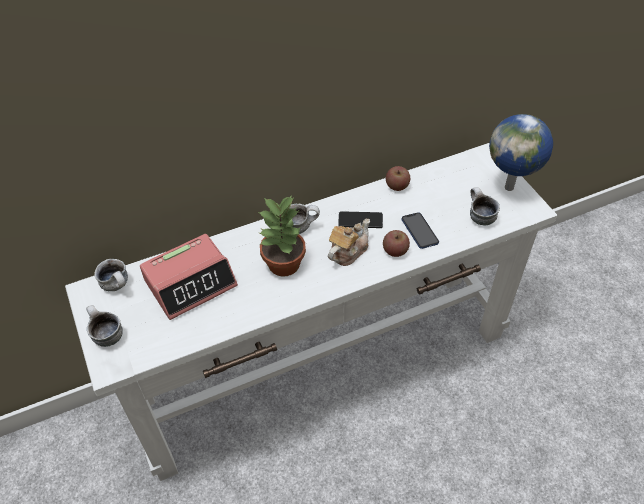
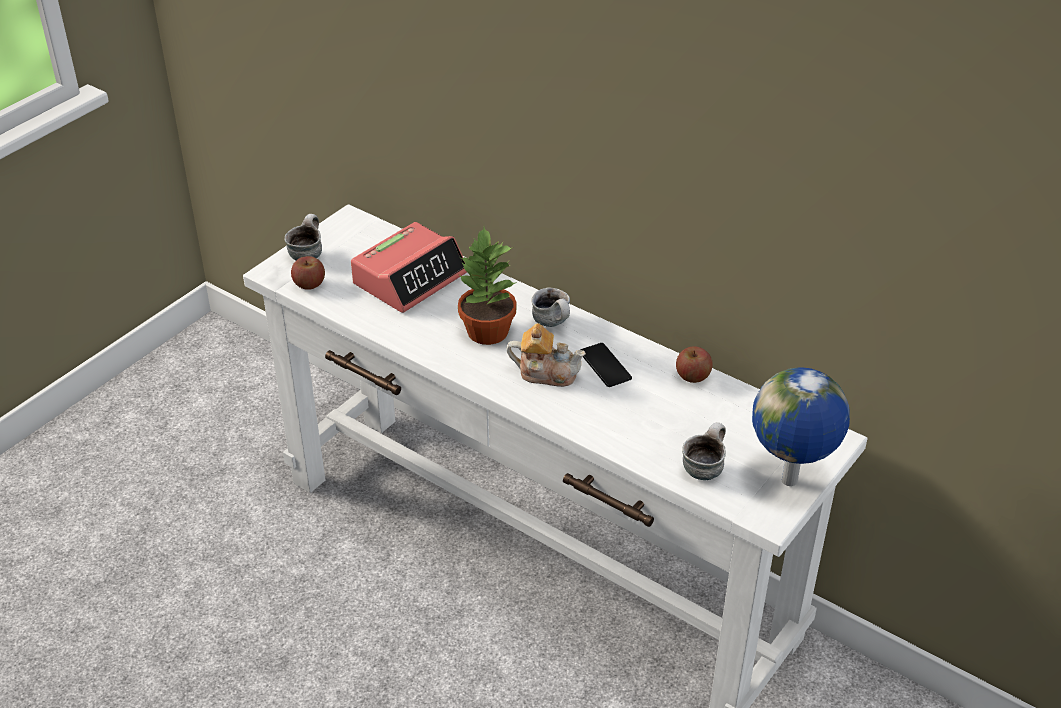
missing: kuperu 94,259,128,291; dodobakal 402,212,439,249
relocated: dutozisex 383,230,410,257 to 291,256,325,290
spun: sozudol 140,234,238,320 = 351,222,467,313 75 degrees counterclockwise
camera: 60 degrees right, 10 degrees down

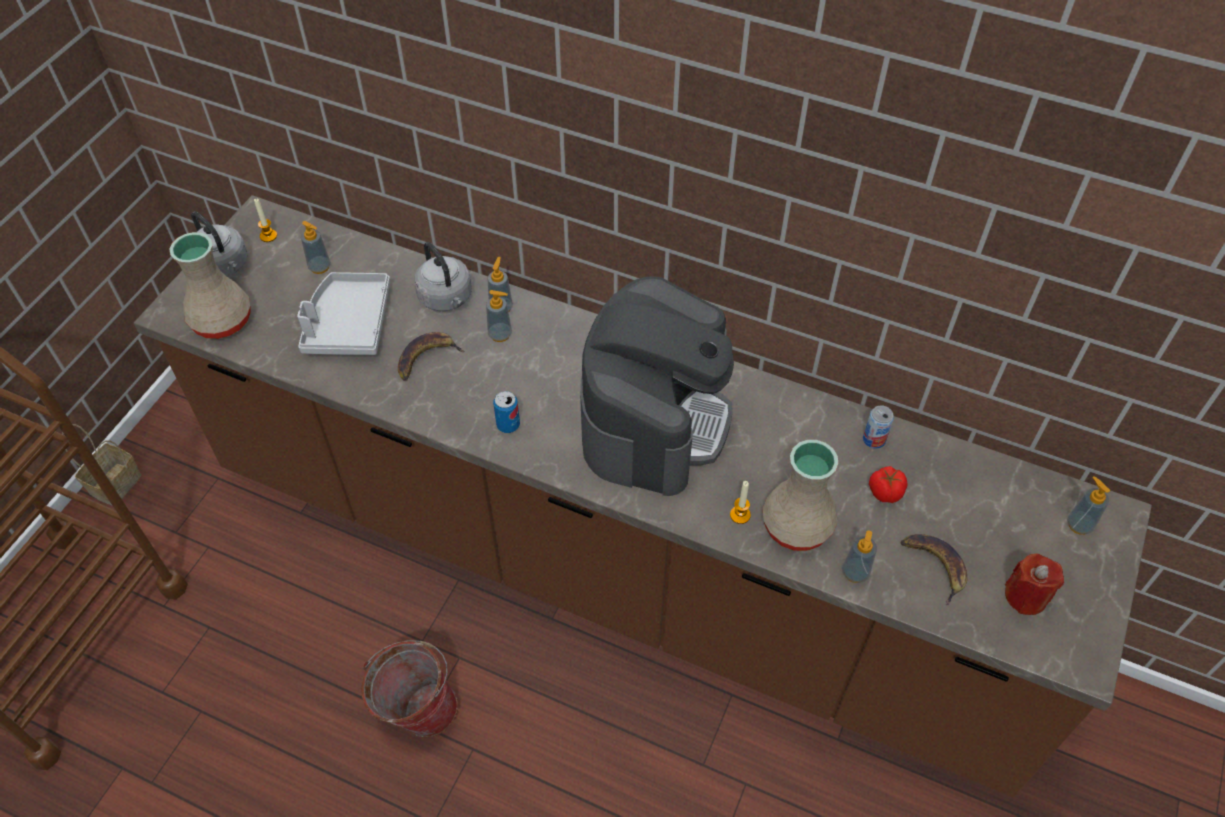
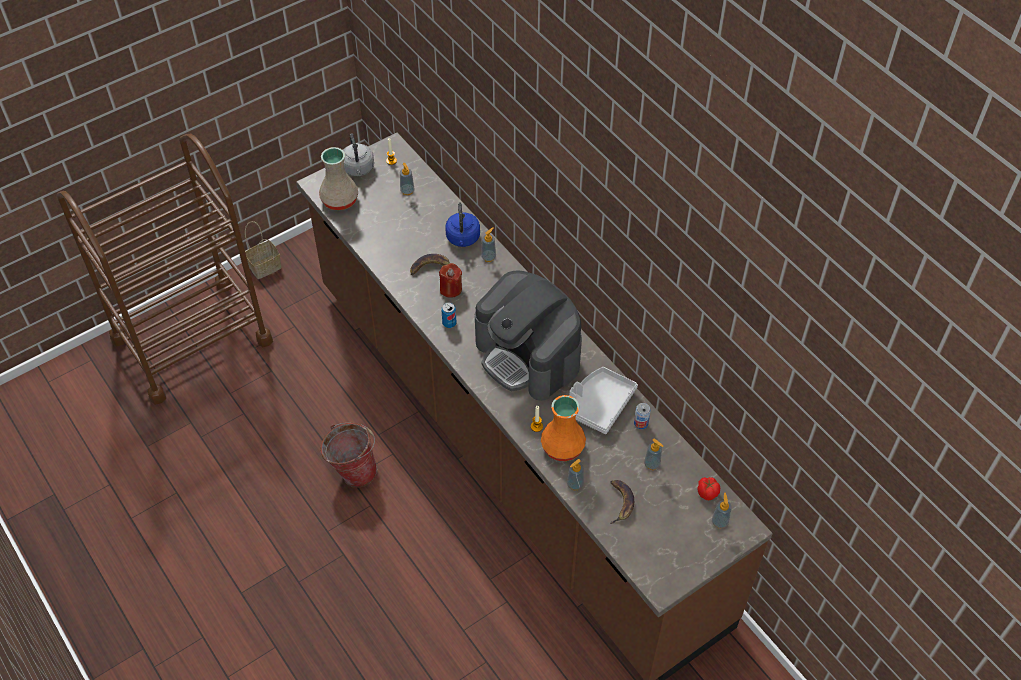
relocated: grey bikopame 297,272,390,355 to 569,367,638,434; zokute 486,290,512,342 to 644,439,663,470; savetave 869,466,908,503 to 697,477,720,500; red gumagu 1005,554,1064,615 to 439,263,462,298
colour: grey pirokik 414,242,472,312 to blue pirokik 445,203,480,247; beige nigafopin 763,440,839,551 to orange nigafopin 541,395,586,461
spun: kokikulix 580,276,734,496 = 475,270,582,401 90 degrees clockwise
camera: 30 degrees right, 0 degrees up

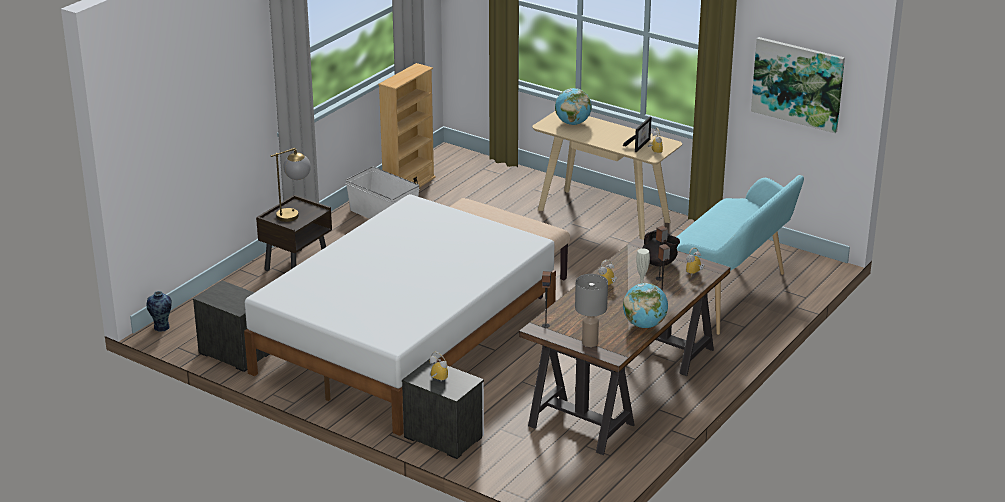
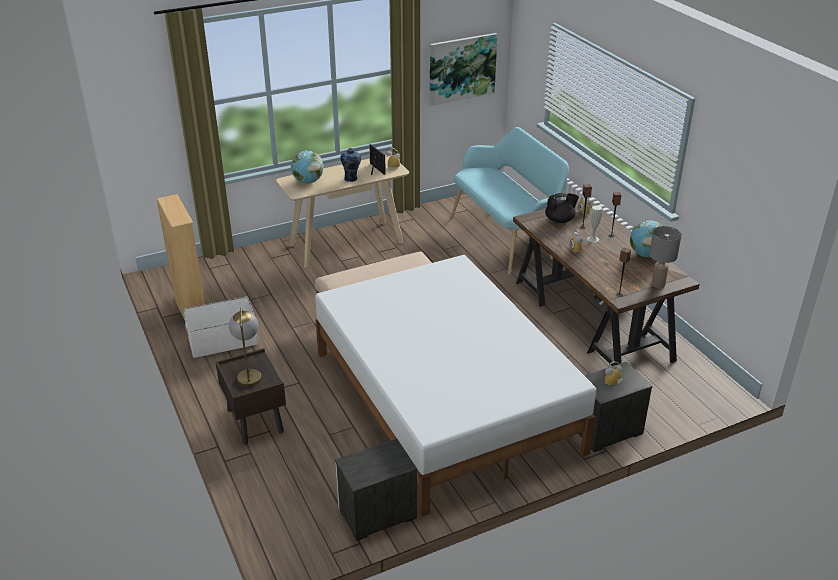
relocated: nigafopin 147,291,172,332 to 340,148,361,182
camera: 60 degrees left, 5 degrees up

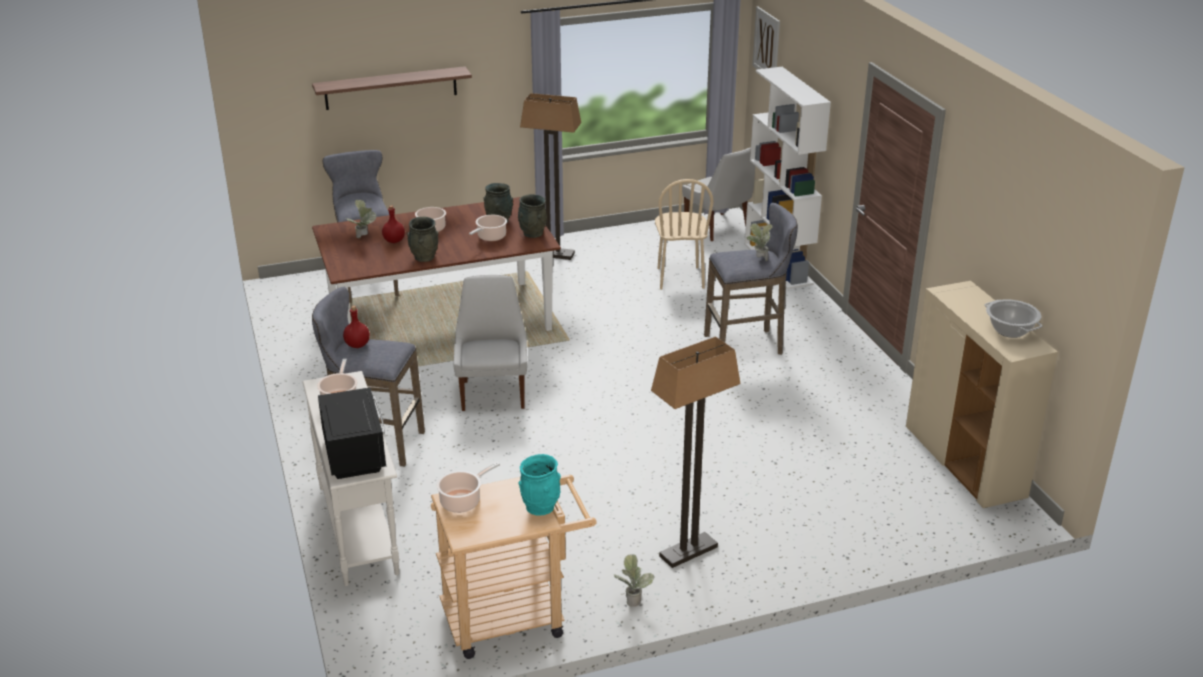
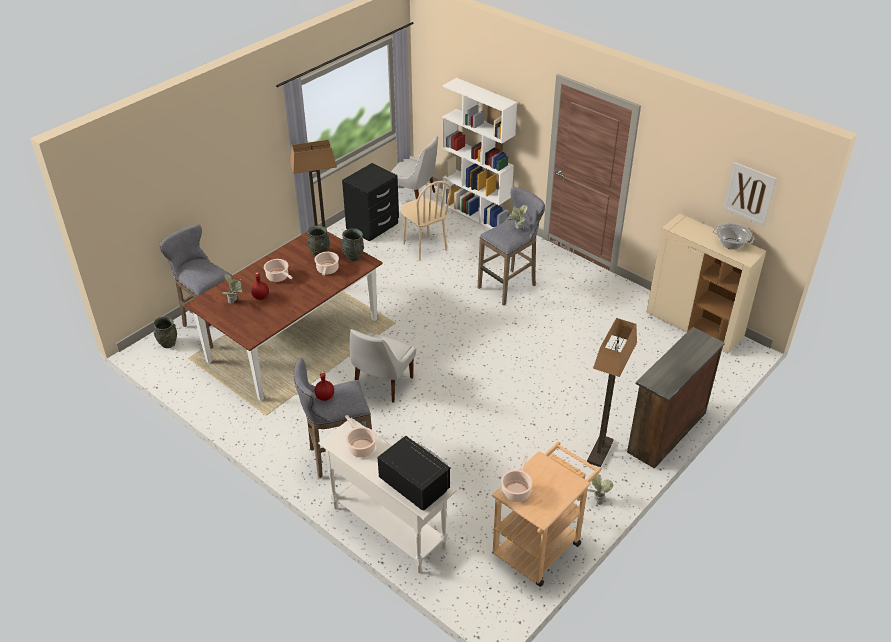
missing: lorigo 312,66,472,110; turquoise nigafopin 519,454,561,516
appeared: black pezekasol 342,163,399,242; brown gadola 627,327,725,469
relocated: grey nigafopin 407,217,439,262 to 153,316,177,348; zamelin 752,6,780,69 to 723,162,777,226
spun: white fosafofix 453,275,527,411 = 350,329,416,403 120 degrees counterclockwise
camera: 30 degrees left, 10 degrees up

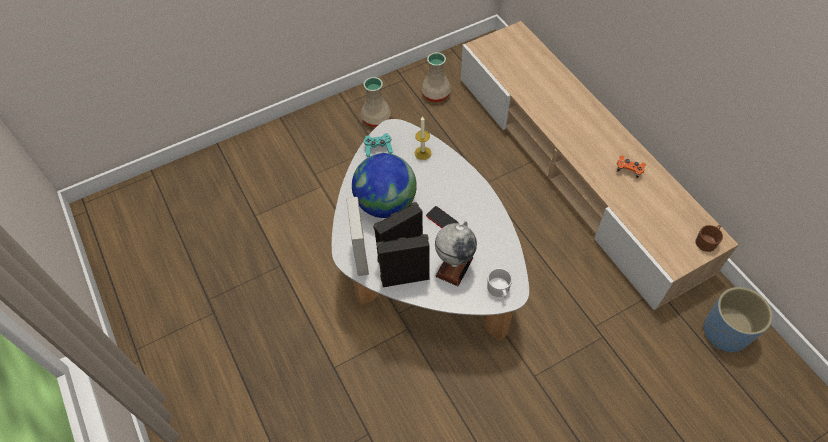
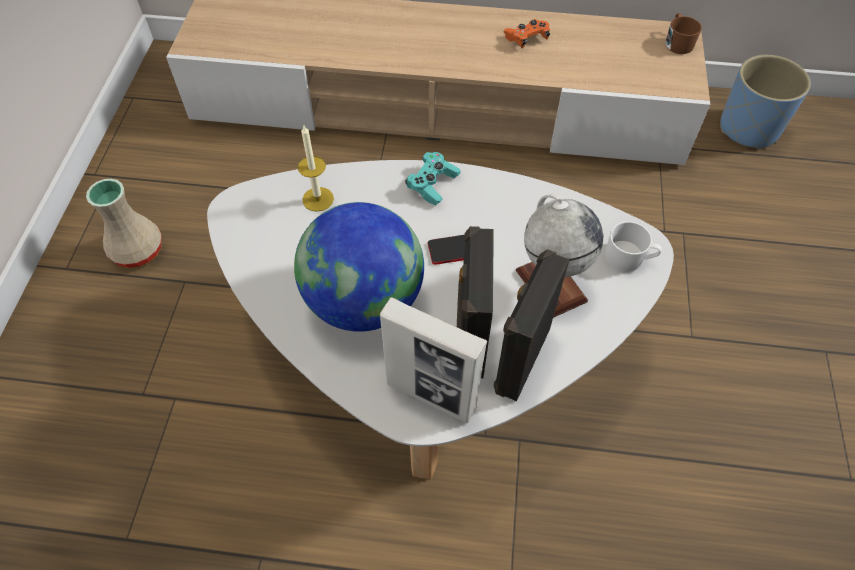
missing: beige nigafopin 421,52,451,102
relocated: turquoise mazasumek 364,133,393,157 to 405,152,460,205
camera: 55 degrees left, 0 degrees up

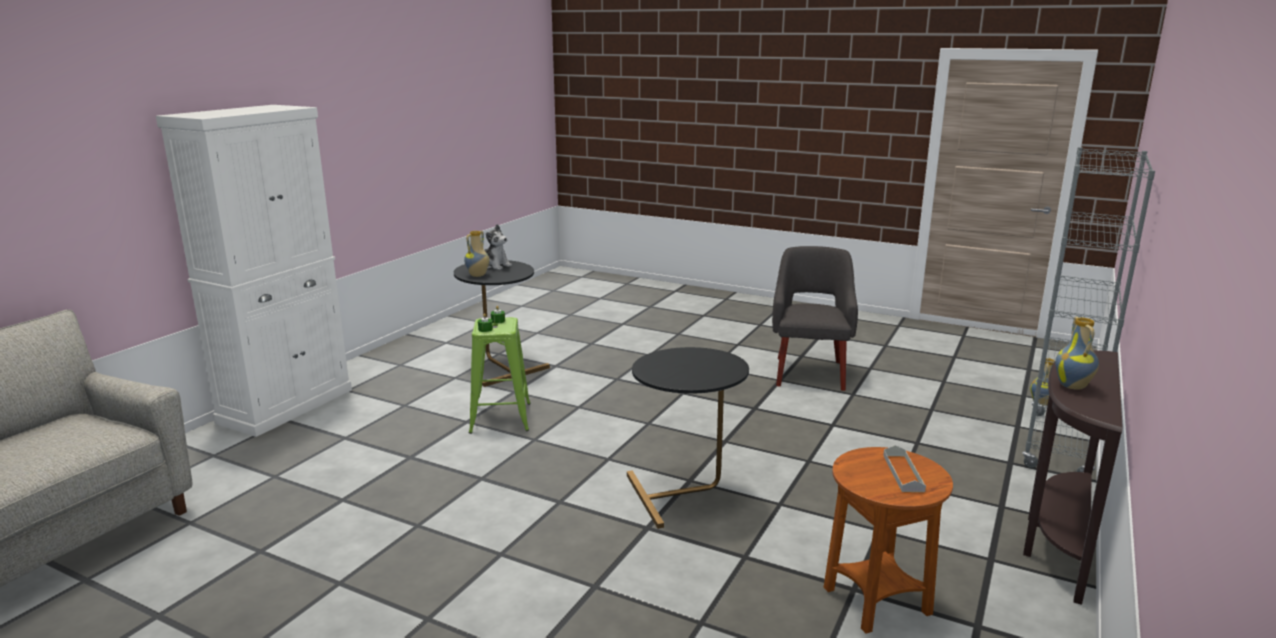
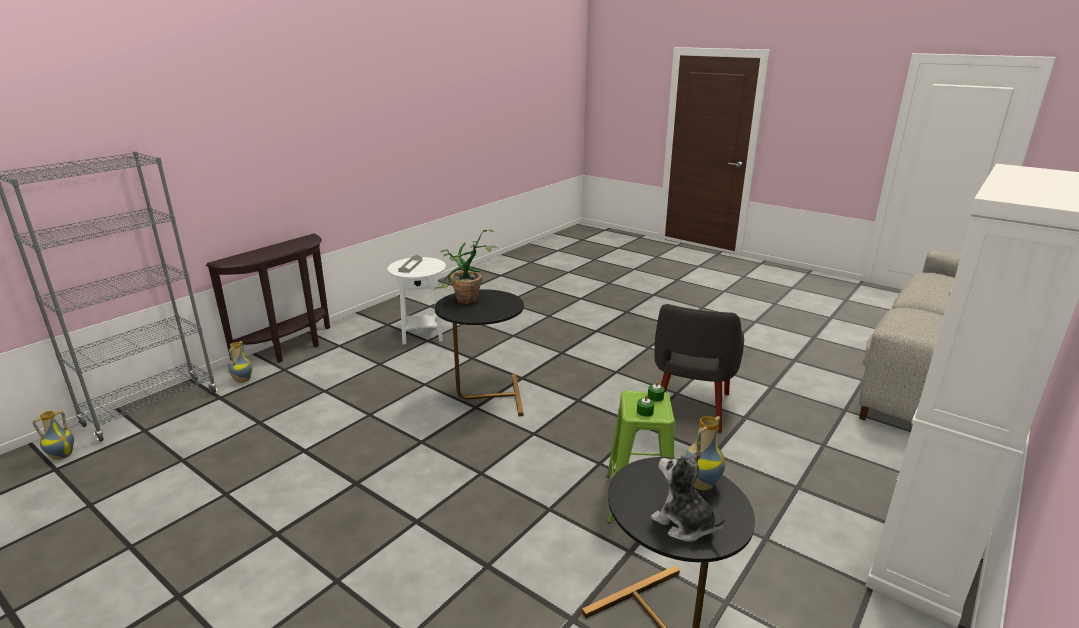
appeared: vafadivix 434,230,498,304
relocated: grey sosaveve 772,246,858,391 to 654,304,744,433; nigafopin 1055,316,1099,390 to 228,341,253,383
colour: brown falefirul 824,447,953,633 to white falefirul 387,257,446,345
camera: 170 degrees left, 5 degrees up

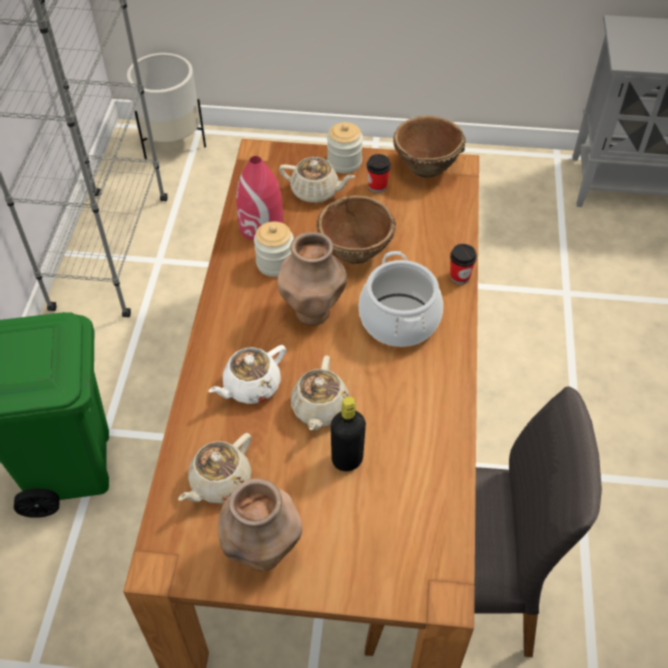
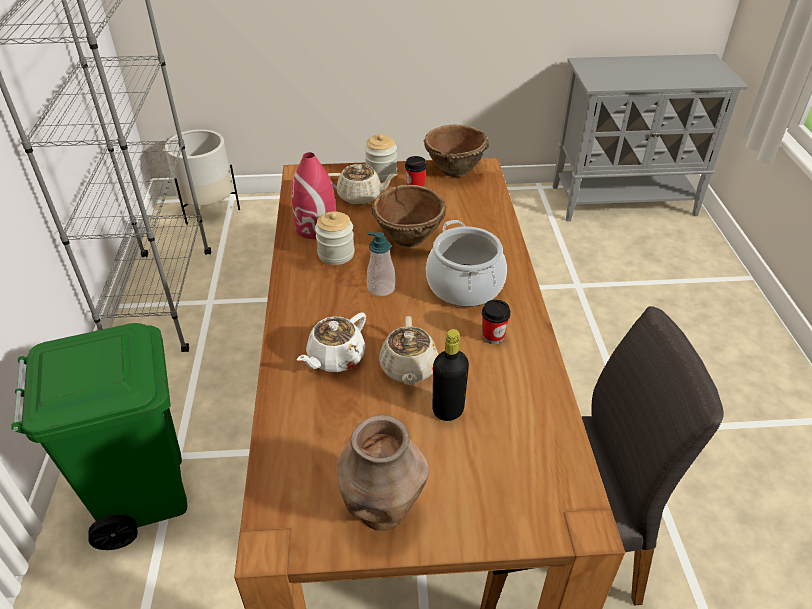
missing: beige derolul 178,433,252,503
relocated: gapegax 450,244,477,284 to 482,299,511,344
exchanged: brown nigafopin 278,232,347,326 to zokute 367,232,396,297
camera: 10 degrees left, 10 degrees down

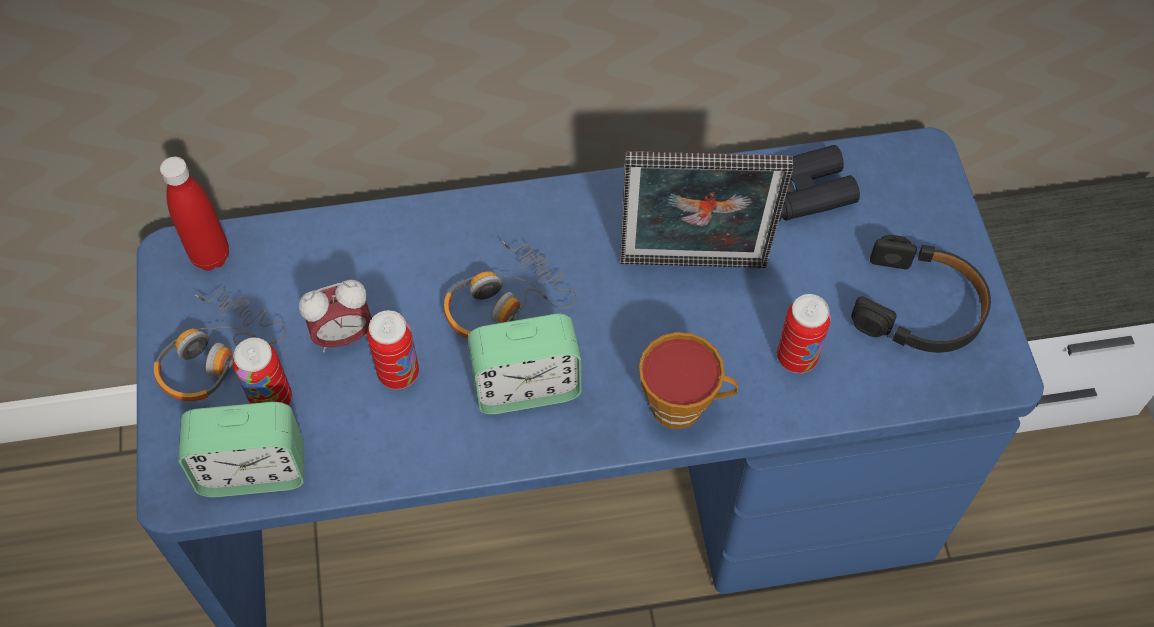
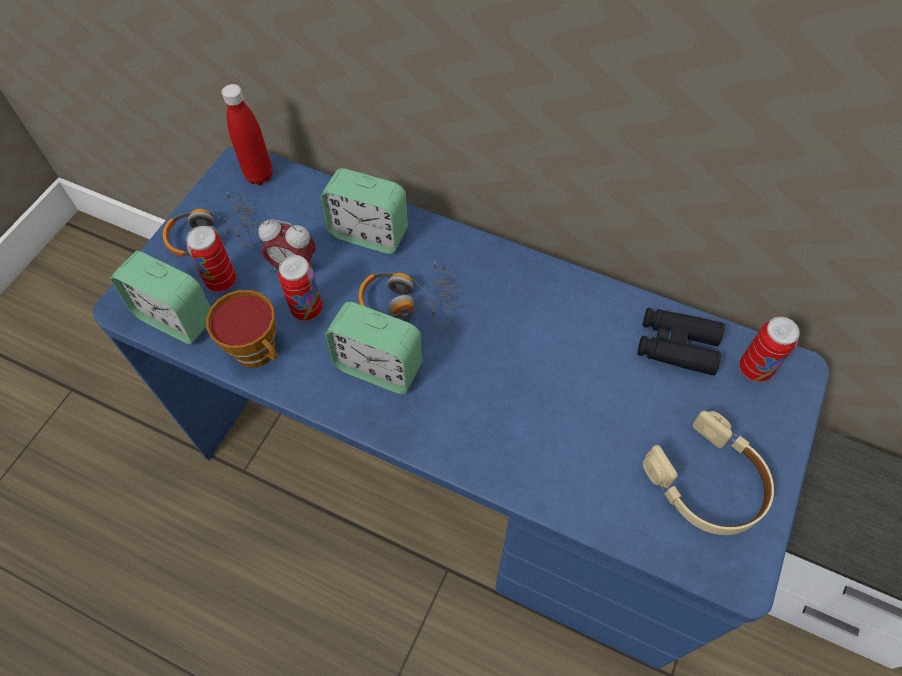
missing: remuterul 620,151,793,268
appeared: sozudol 321,168,408,254
relocated: gapegax 639,332,738,429 to 206,290,278,368; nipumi 777,294,831,373 to 739,317,800,382
colour: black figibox 851,235,991,353 to beige figibox 643,411,774,535
camera: 35 degrees right, 0 degrees up

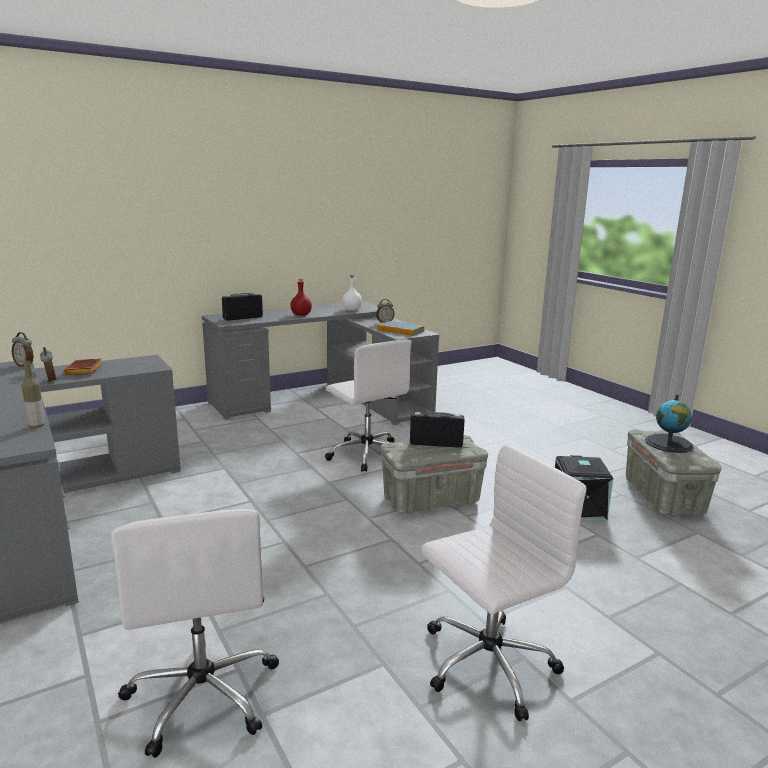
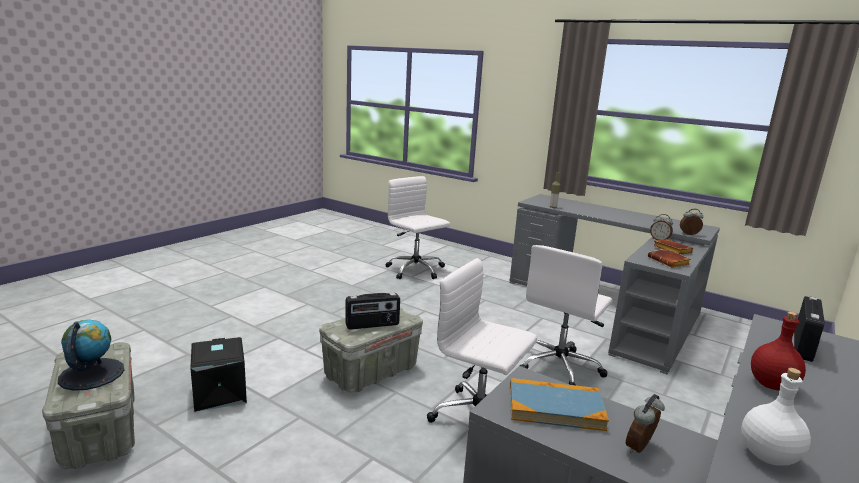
appeared: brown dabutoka 648,249,691,268
relocated: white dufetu 421,444,586,721 to 520,245,613,385
camera: 155 degrees right, 0 degrees up

